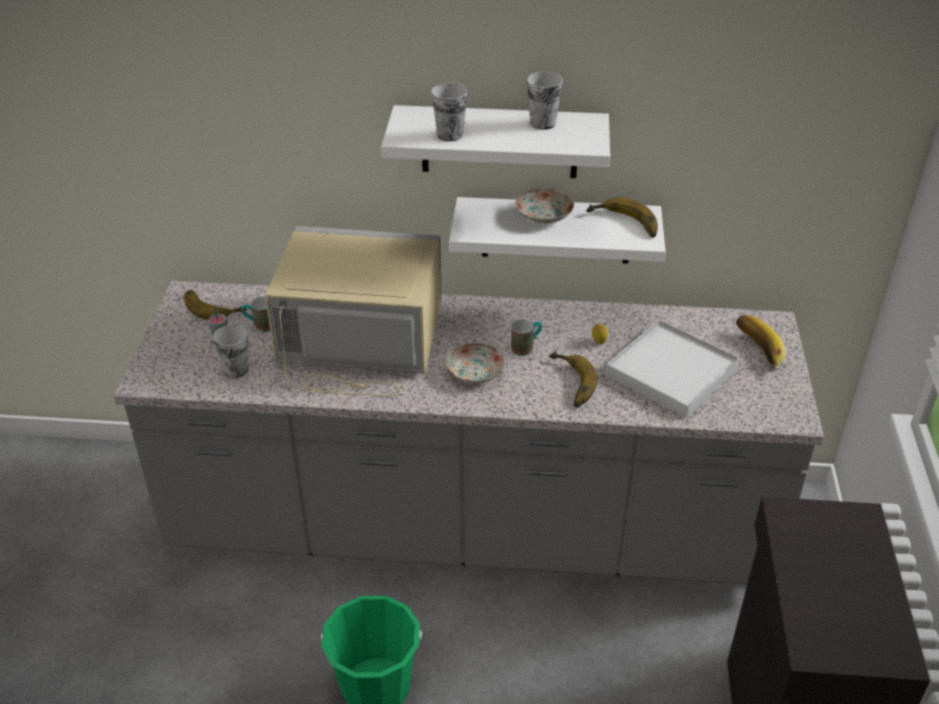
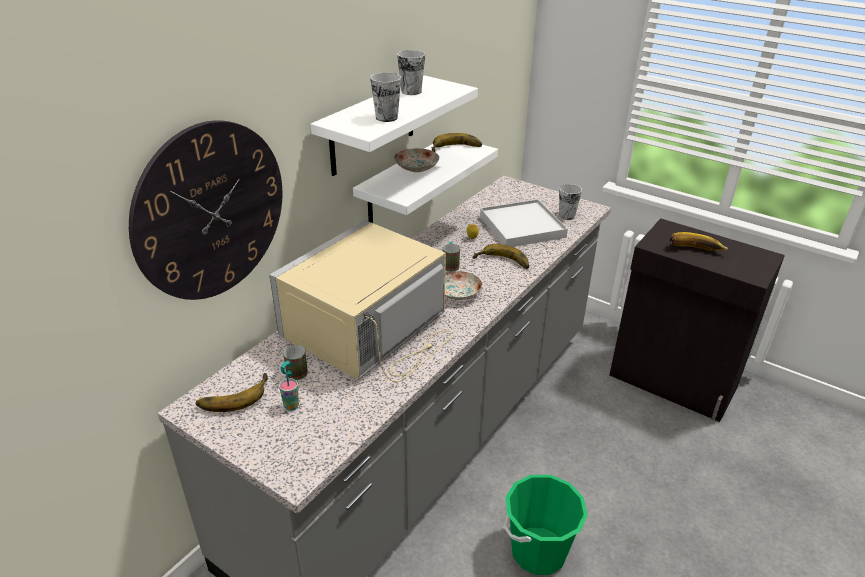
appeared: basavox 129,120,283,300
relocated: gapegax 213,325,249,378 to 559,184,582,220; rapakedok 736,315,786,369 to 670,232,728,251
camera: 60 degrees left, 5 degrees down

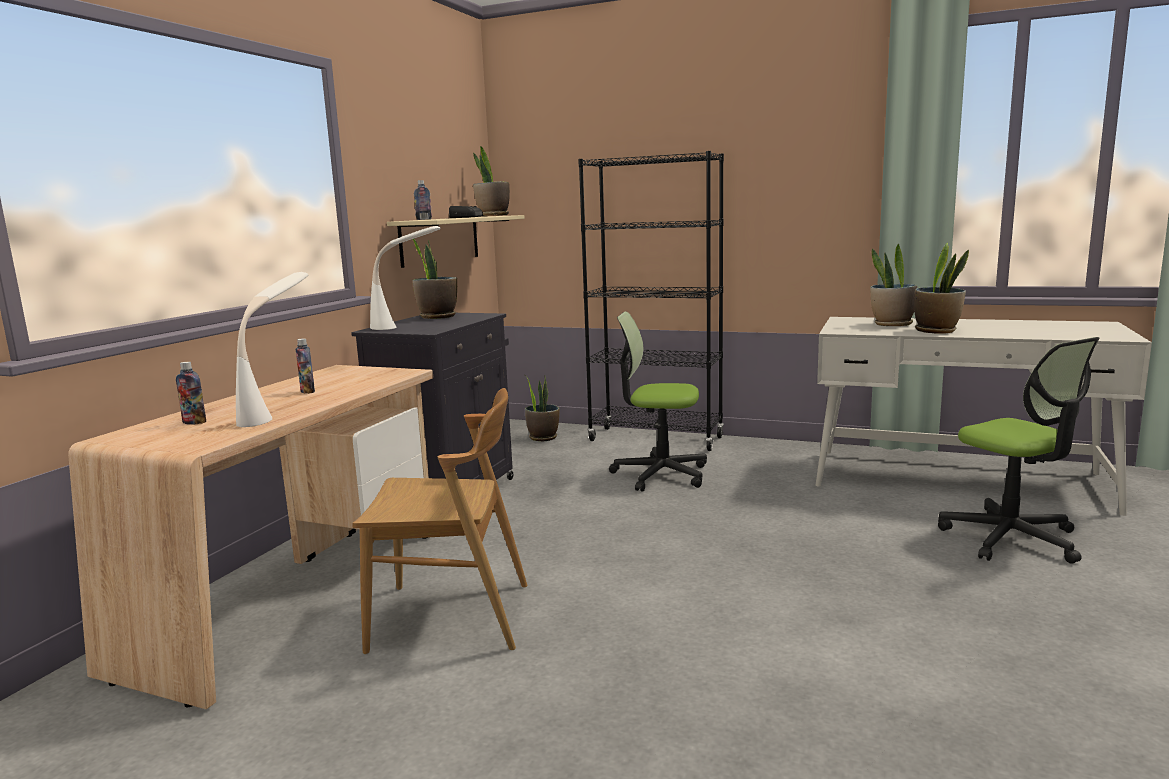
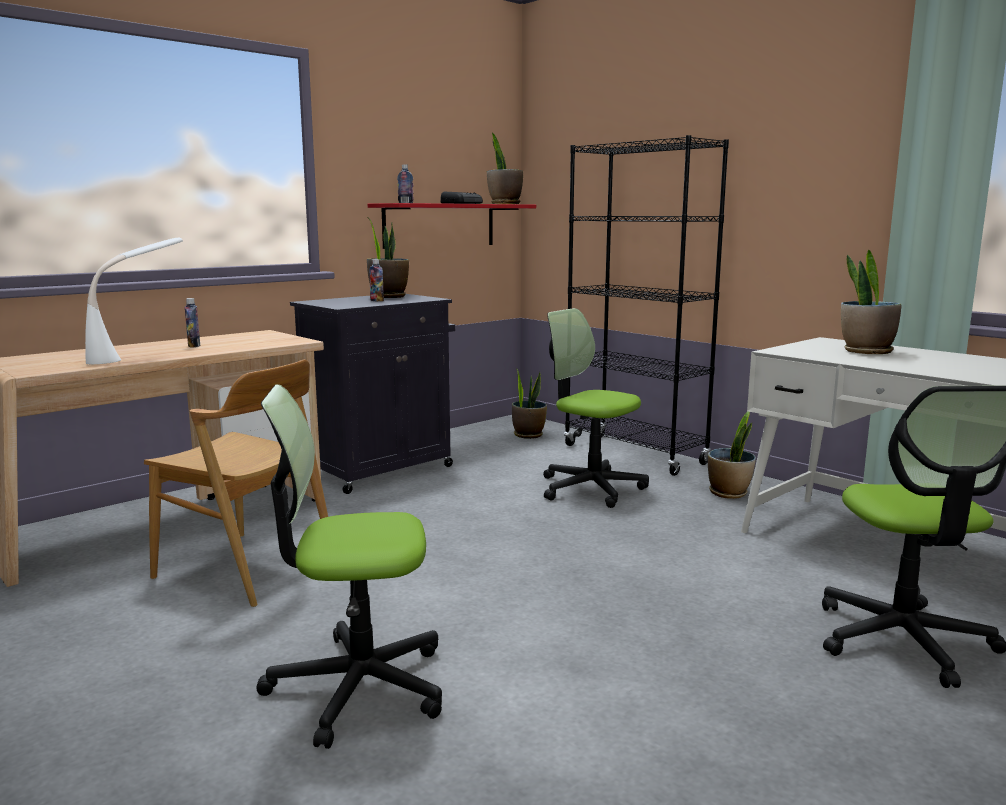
missing: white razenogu 370,226,440,330
appeared: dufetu 256,385,442,749
relocated: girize 176,362,206,425 to 369,259,384,301; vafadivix 914,242,969,334 to 708,411,756,499
colour: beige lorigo 387,215,525,268 to red lorigo 368,203,536,249
camera: 25 degrees right, 0 degrees up

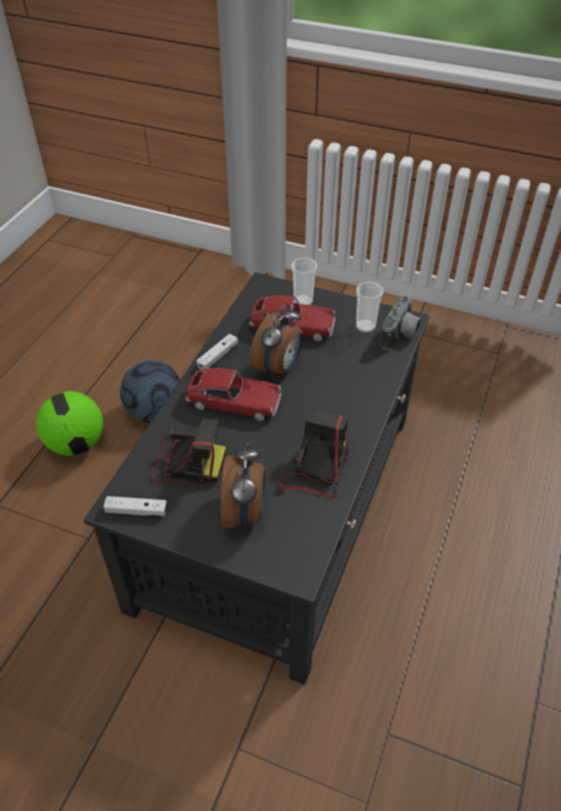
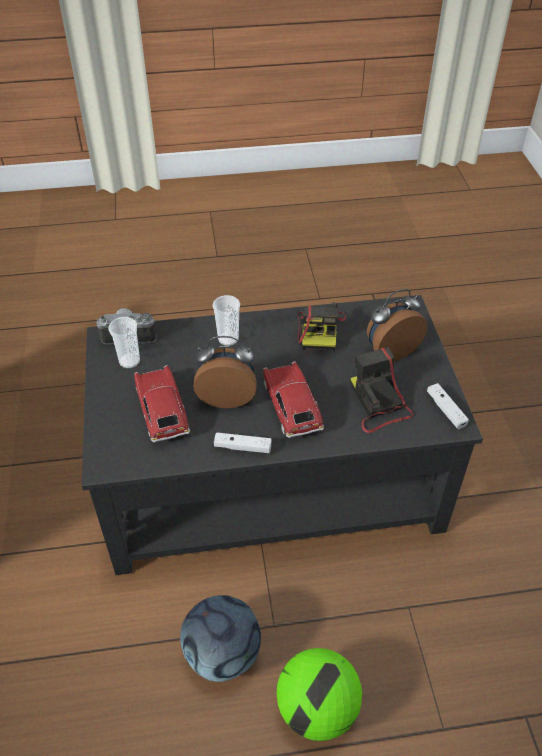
relocated: gapegax 291,257,317,305 to 213,295,240,346
spun: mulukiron 278,409,349,498 = 298,302,346,351 75 degrees counterclockwise
camera: 120 degrees left, 0 degrees up

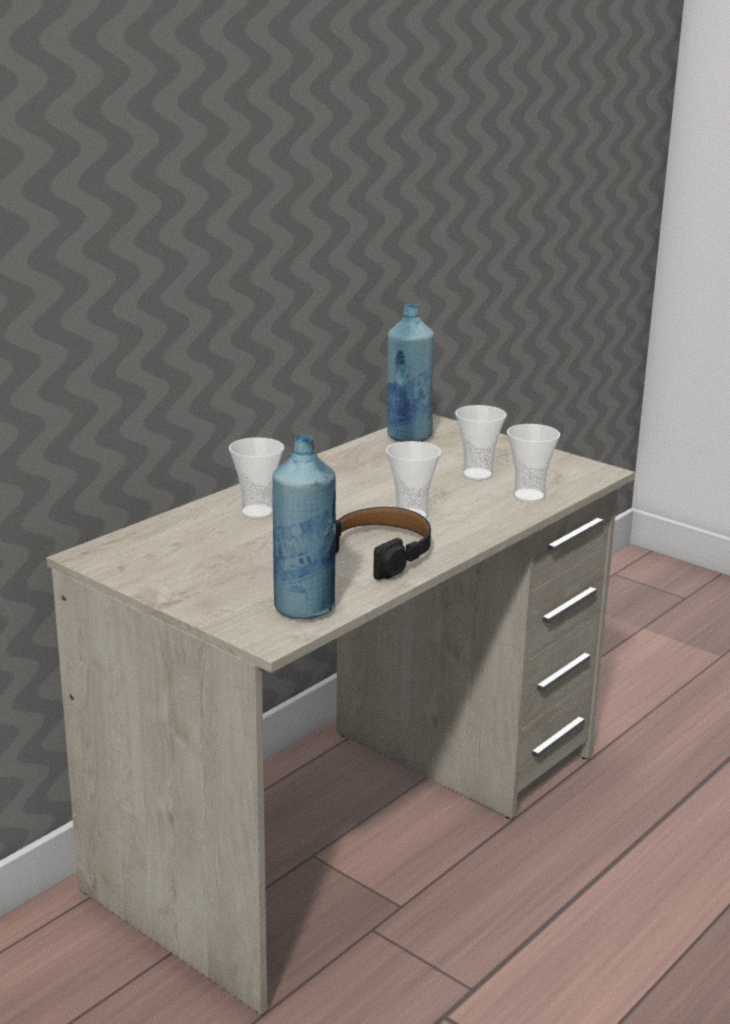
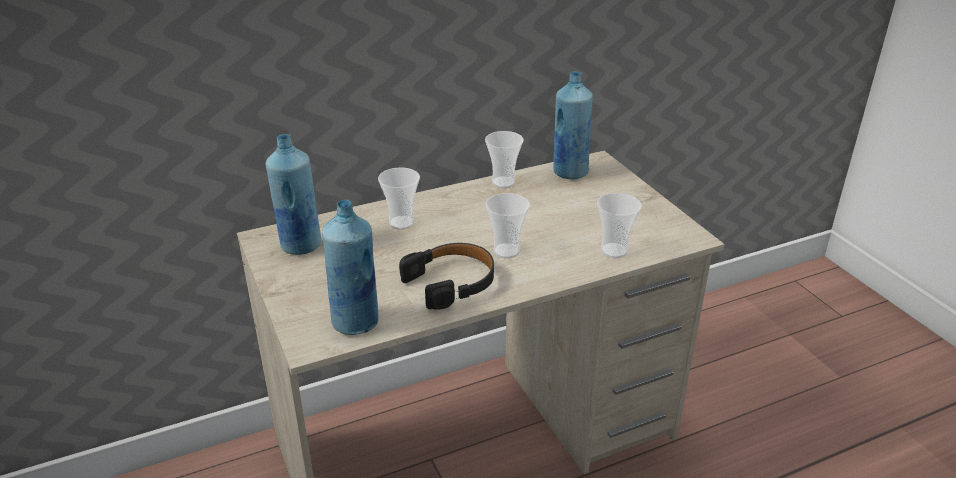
appeared: blue girize 266,134,321,255
relocated: gapegax 455,405,507,480 to 485,131,524,188
camera: 25 degrees right, 10 degrees up

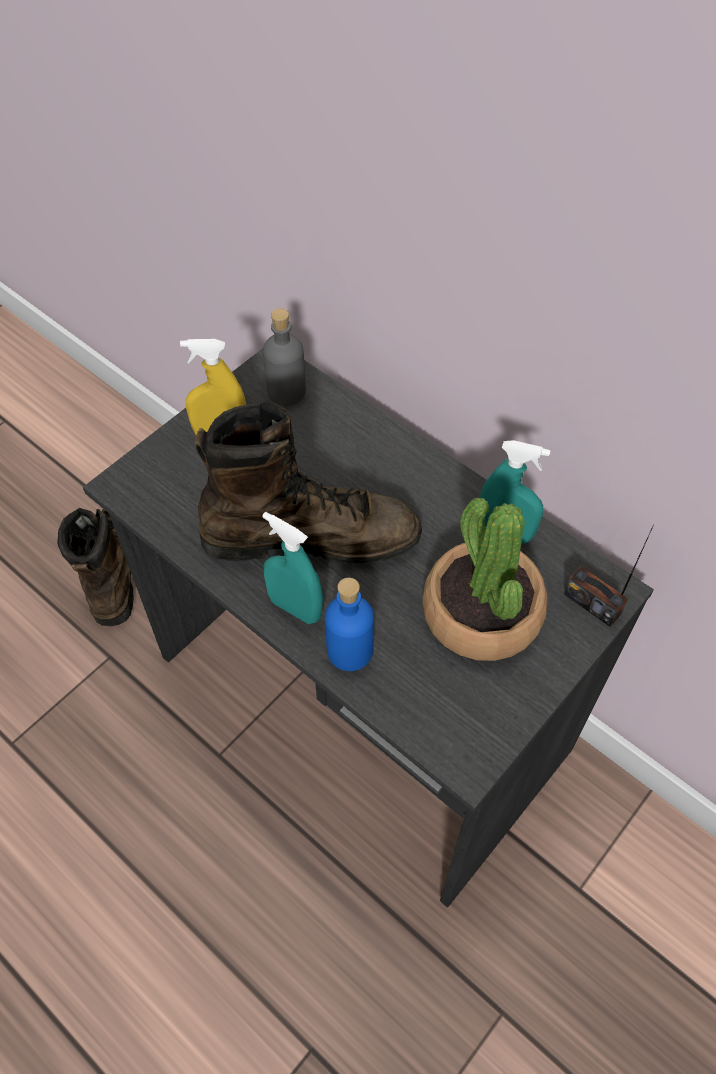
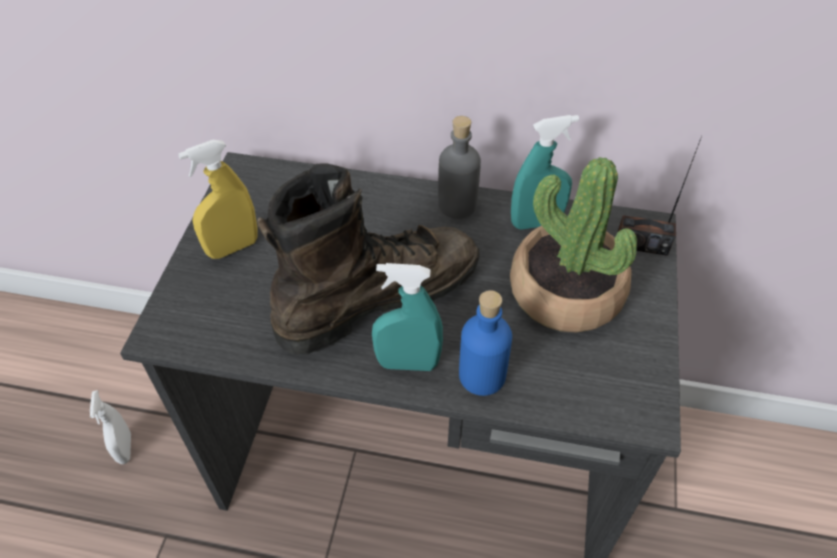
relocated: grey girize 263,308,306,406 to 438,116,481,219
exchanged: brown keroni 57,508,134,626 to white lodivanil 90,390,131,464
camera: 30 degrees left, 5 degrees down

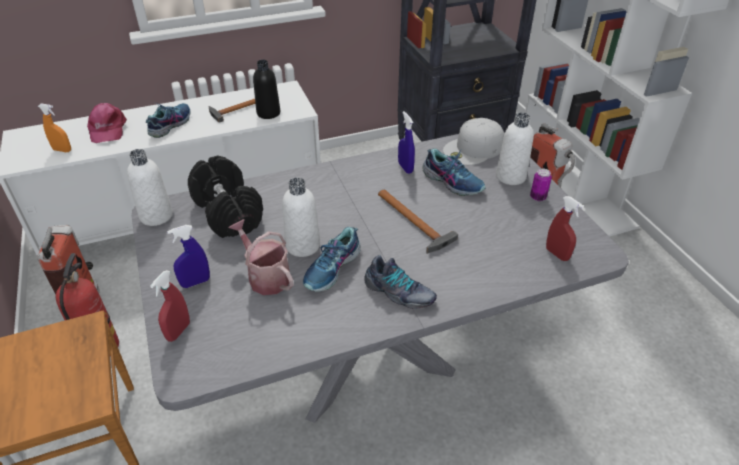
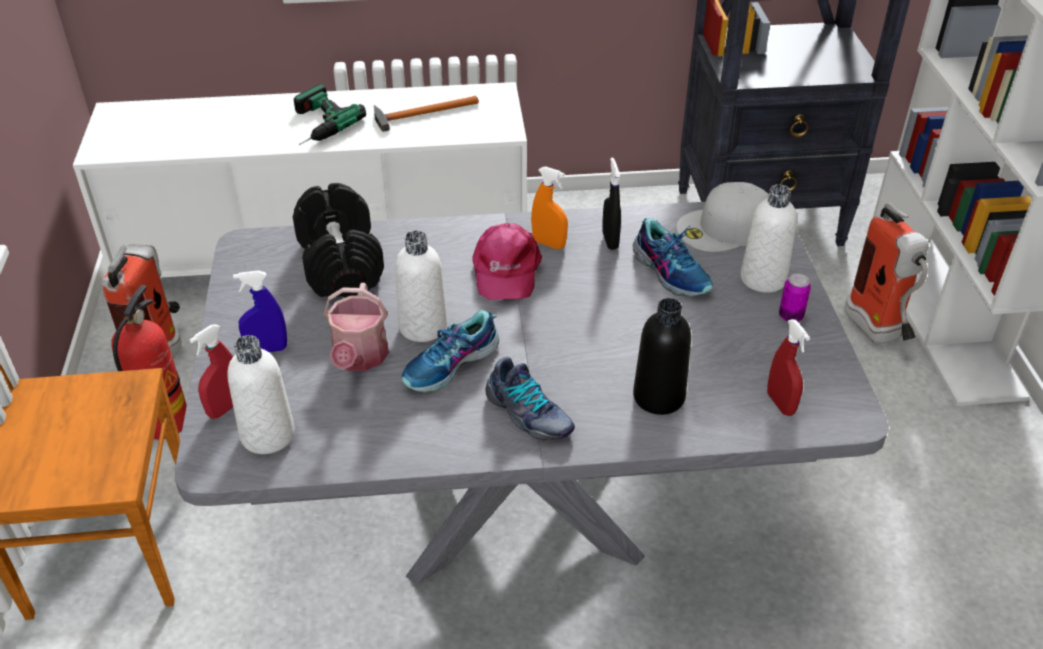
missing: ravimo 378,190,458,254
relocated: orange lodivanil 38,103,71,152 to 531,166,568,249; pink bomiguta 87,103,127,143 to 472,223,542,300; white girize 127,149,173,226 to 227,335,295,454; black girize 253,60,280,119 to 633,298,691,415
exchanged: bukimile 146,102,191,138 to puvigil 294,84,366,145
colour: blue lodivanil 398,111,415,174 to black lodivanil 602,157,621,250
spun: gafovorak 229,219,293,295 = 323,283,389,371 150 degrees counterclockwise
camera: 15 degrees right, 0 degrees up

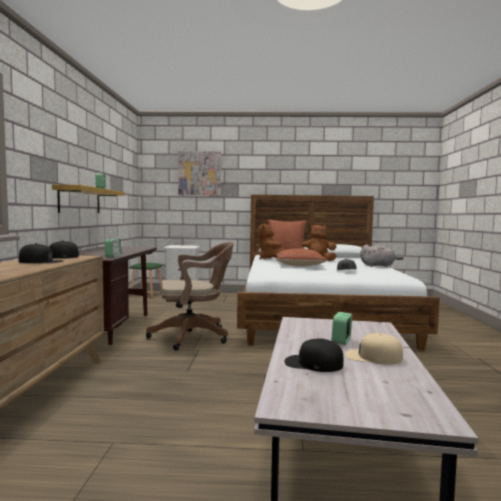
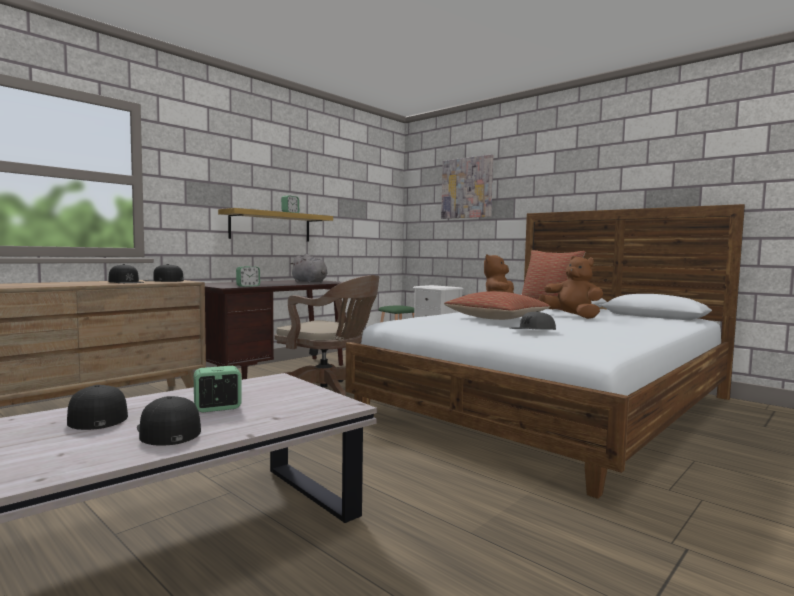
relocated: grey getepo 360,243,403,267 to 290,254,328,283
colour: beige bomiguta 345,333,403,365 to black bomiguta 137,396,201,446
camera: 40 degrees right, 0 degrees up

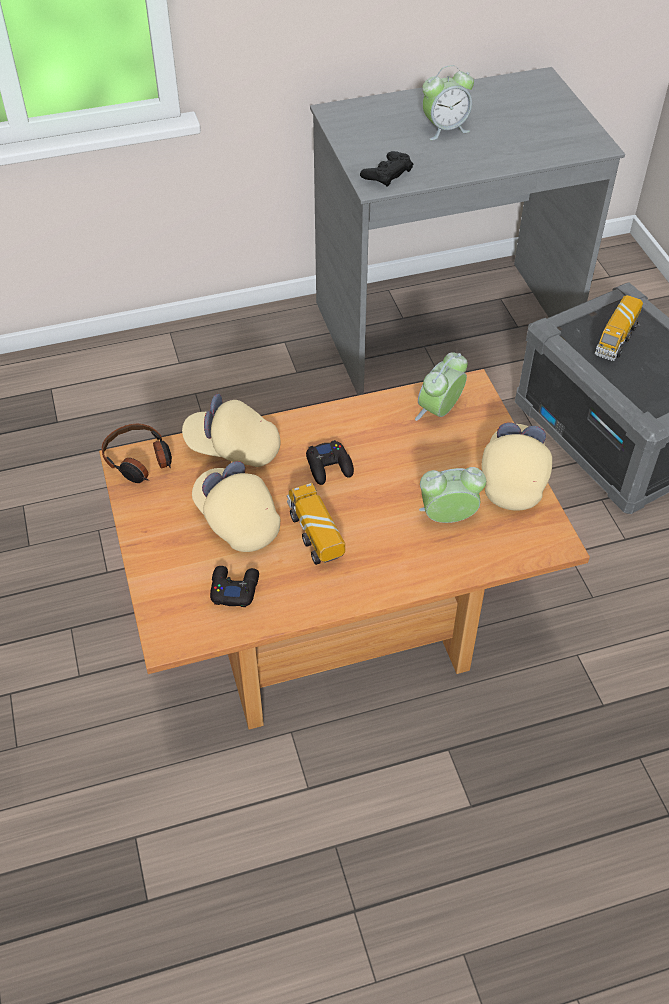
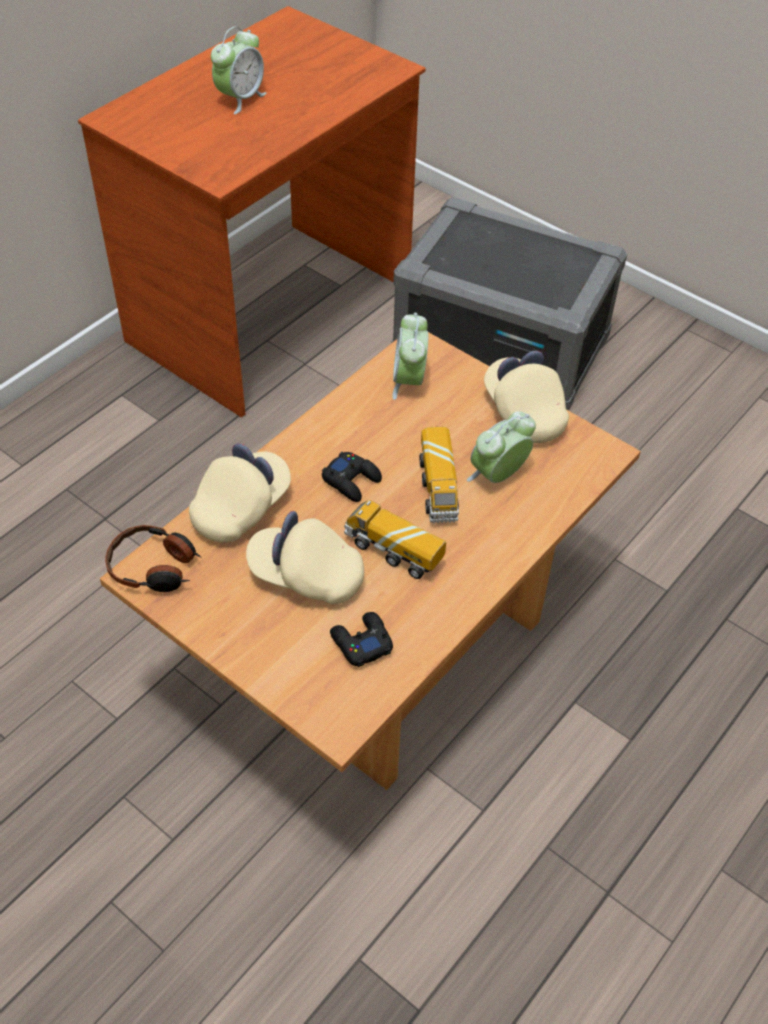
missing: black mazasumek 360,151,413,187
relocated: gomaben 595,295,643,361 to 420,427,459,523
colour: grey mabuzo 310,67,625,396 to brown mabuzo 78,6,426,417
spun: beige bomiguta 182,394,281,467 = 189,443,291,543 150 degrees clockwise
camera: 35 degrees left, 0 degrees up

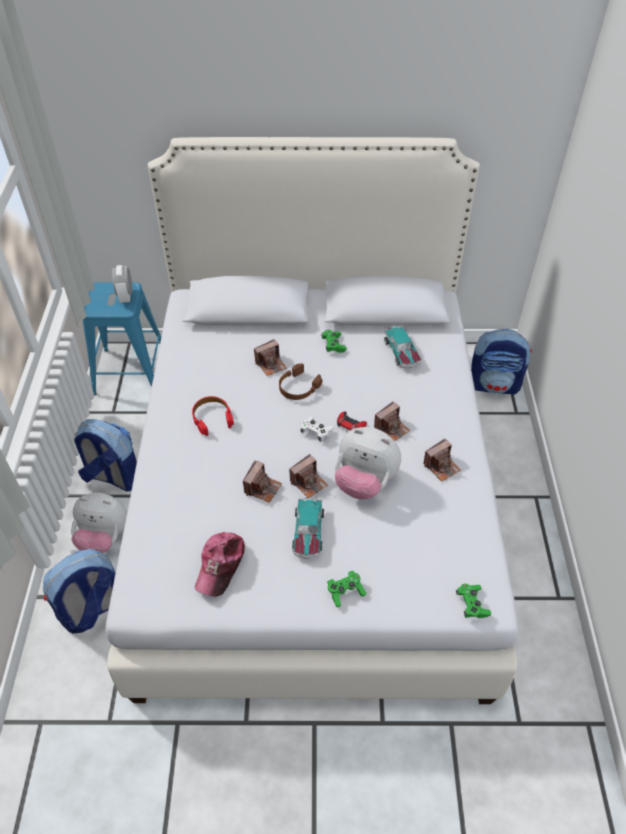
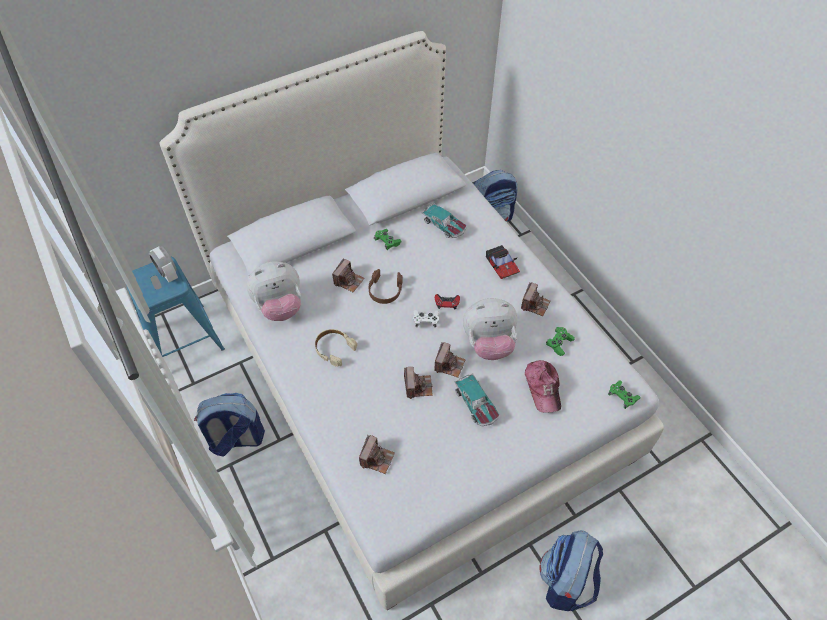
appeared: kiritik 486,245,520,279
relocated: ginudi 43,549,115,634 to 539,530,603,611; getepo 71,492,127,553 to 247,261,301,321; bomiguta 195,532,245,597 to 525,360,561,413; green mazasumek 328,571,367,607 to 546,327,575,356; mulukiron 374,402,410,441 to 359,435,395,474
colour: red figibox 192,396,234,436 to beige figibox 315,329,357,367
camera: 30 degrees left, 5 degrees up

